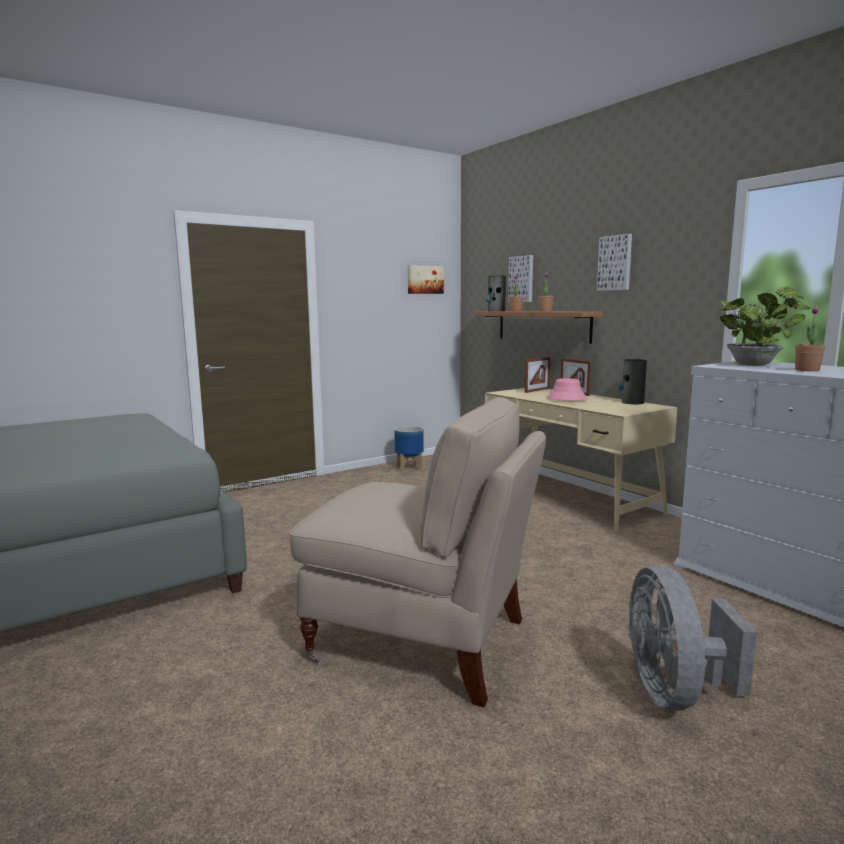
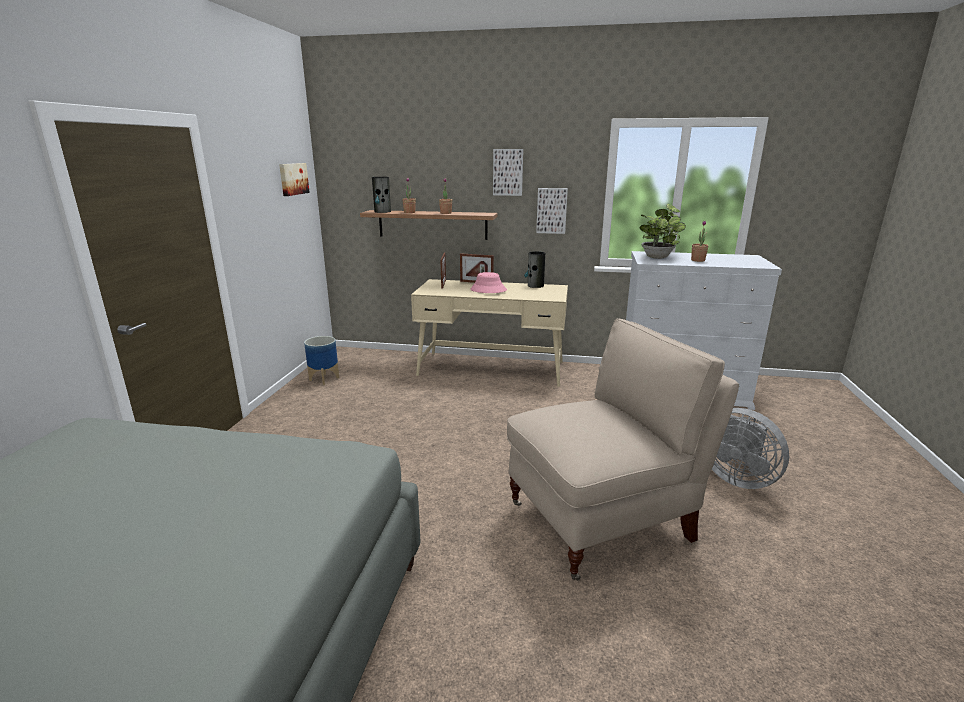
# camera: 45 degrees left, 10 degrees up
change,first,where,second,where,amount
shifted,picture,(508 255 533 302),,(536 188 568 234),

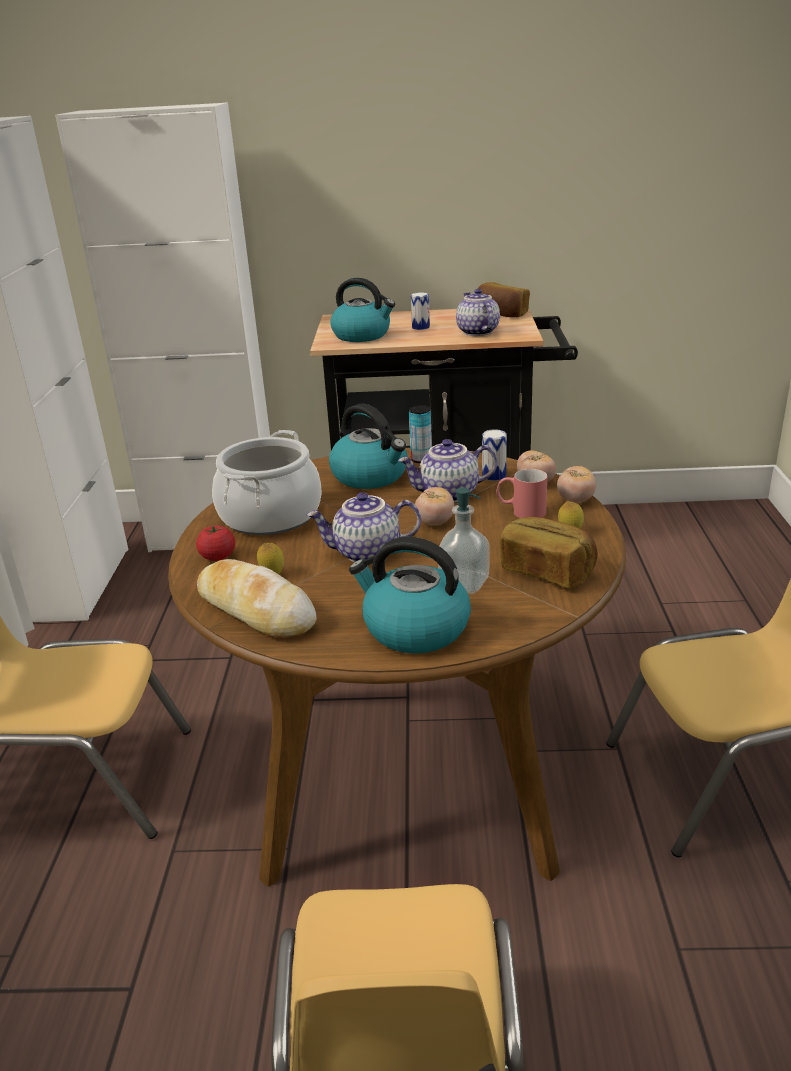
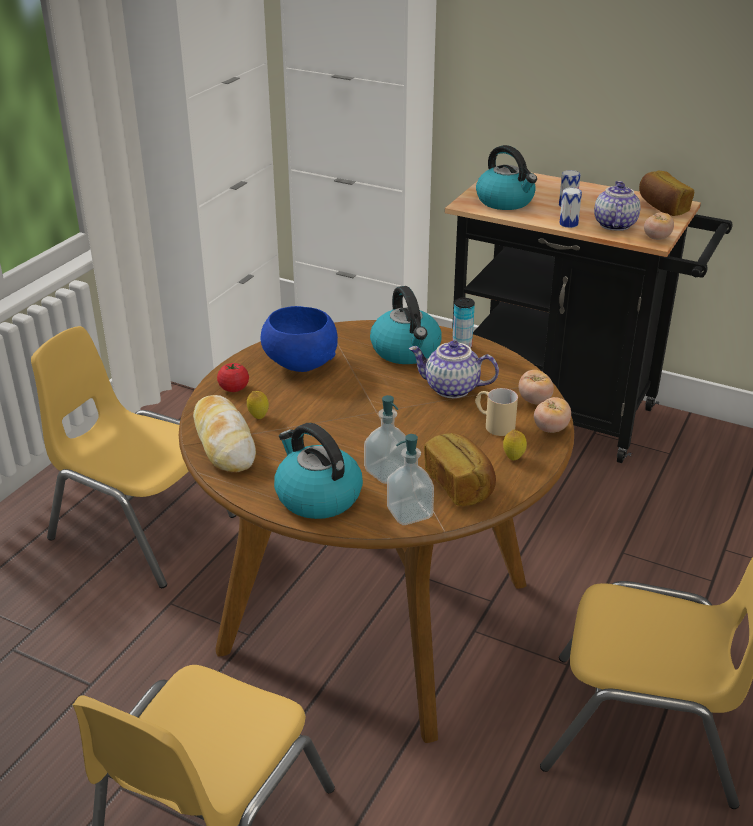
# camera: 25 degrees right, 5 degrees up
change,first,where,second,where,amount
gone,teapot,(307 492 421 562),,,
new,,,soap dispenser,(387 434 434 525),
shifted,tomato,(415 487 454 526),,(644 213 674 240),
shifted,can,(482 429 507 481),,(559 188 582 228),
swapped,cooking pot,(212 430 322 535),blue bowl,(261 306 338 372),
repainted,red mug,(496 469 547 518),beige mug,(475 388 518 436),

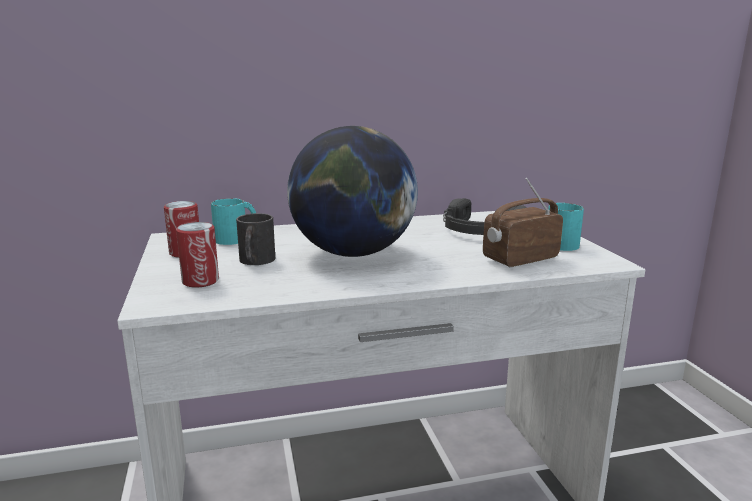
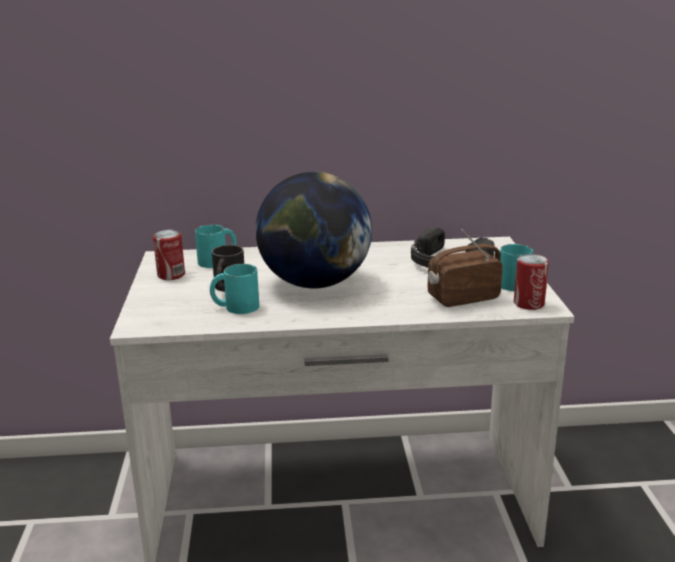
# camera: 10 degrees right, 5 degrees up
change,first,where,second,where,amount
new,,,turquoise mug,(210 264 259 314),
shifted,can,(176 222 219 288),,(514 254 549 310),

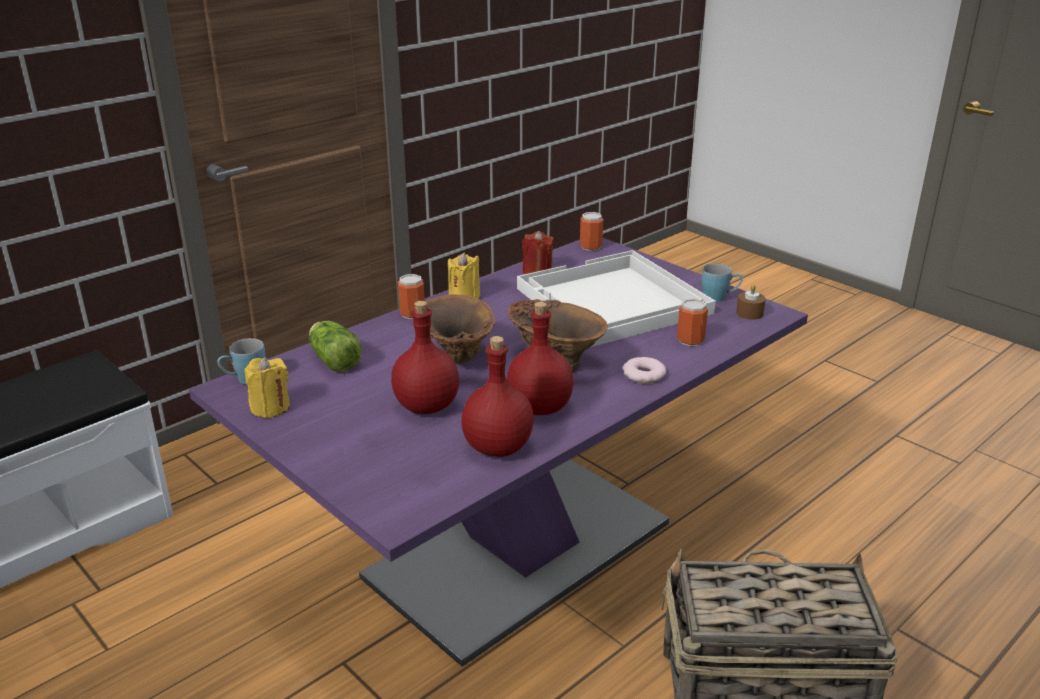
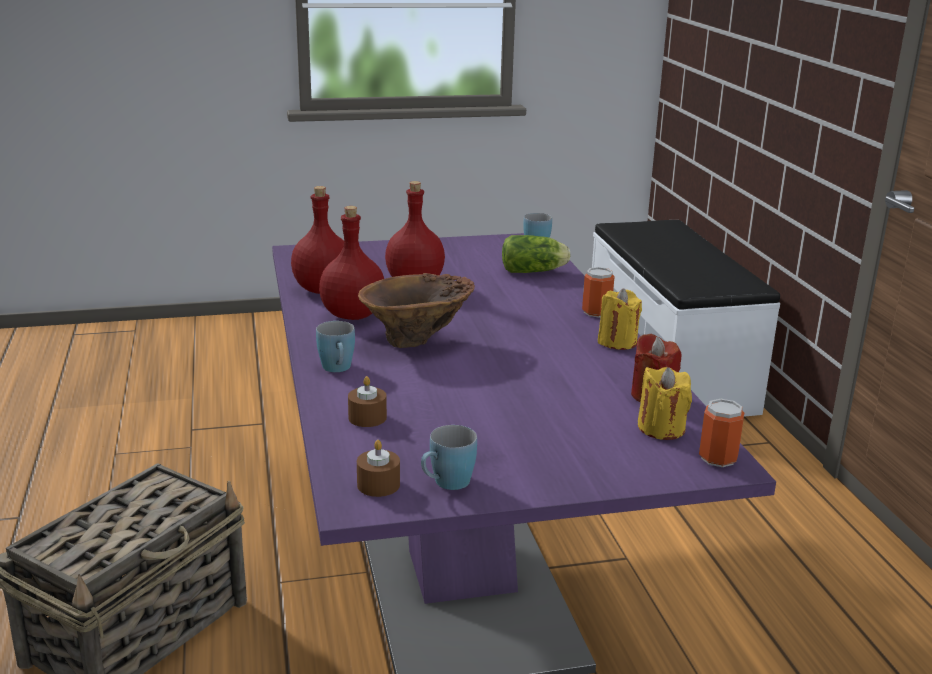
# camera: 120 degrees right, 5 degrees down
change,first,where,second,where,amount
gone,brown vase,(426 294 496 365),,,
gone,white tray,(517 250 716 347),,,
shifted,yellow candle,(245 357 290 418),,(638 367 692 440),
swapped,donut,(623 357 666 383),blue mug,(316 321 355 372),
swapped,can,(677 299 708 346),brown candle,(348 376 387 427),

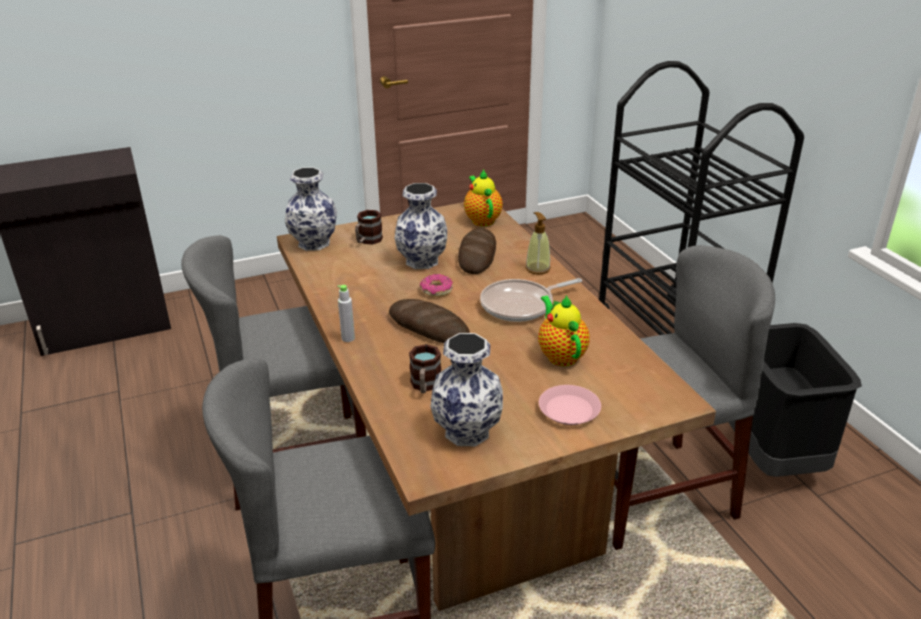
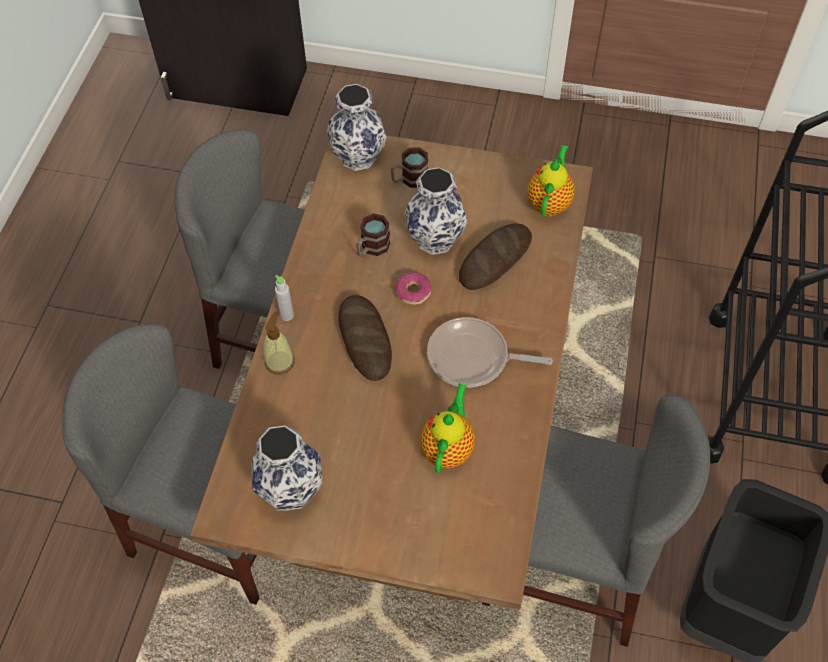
# camera: 35 degrees right, 25 degrees up
change,first,where,second,where,amount
gone,pink plate,(539 385 601 425),,,
shifted,mug,(409 344 441 393),,(356 213 390 257),
shifted,soap dispenser,(525 212 551 274),,(264 311 295 374),

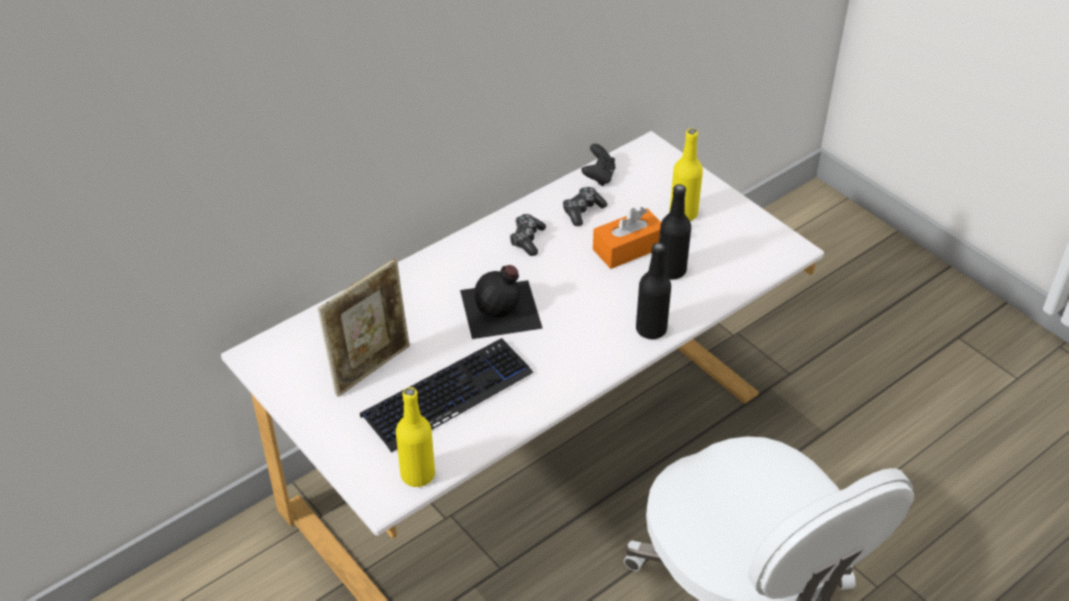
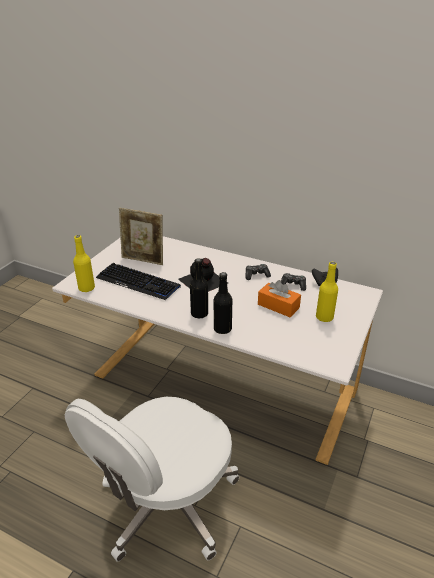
# camera: 65 degrees right, 10 degrees down
change,first,where,second,where,amount
shifted,black bottle,(659 184 691 280),,(190 258 208 318),

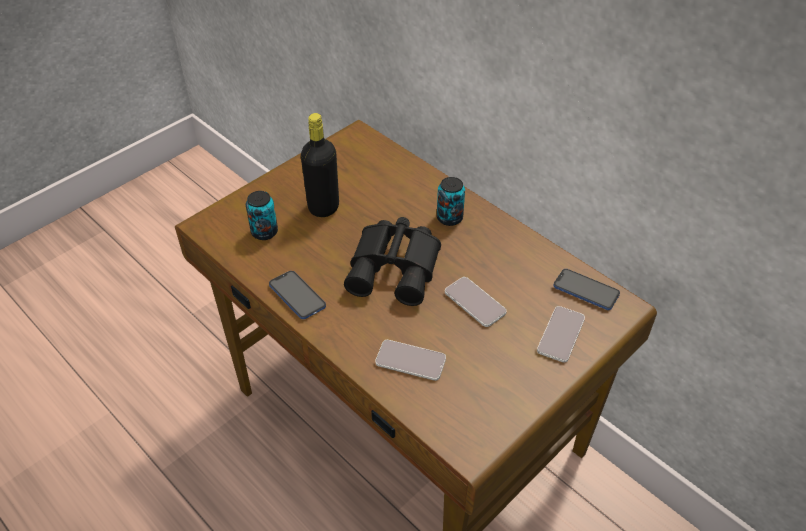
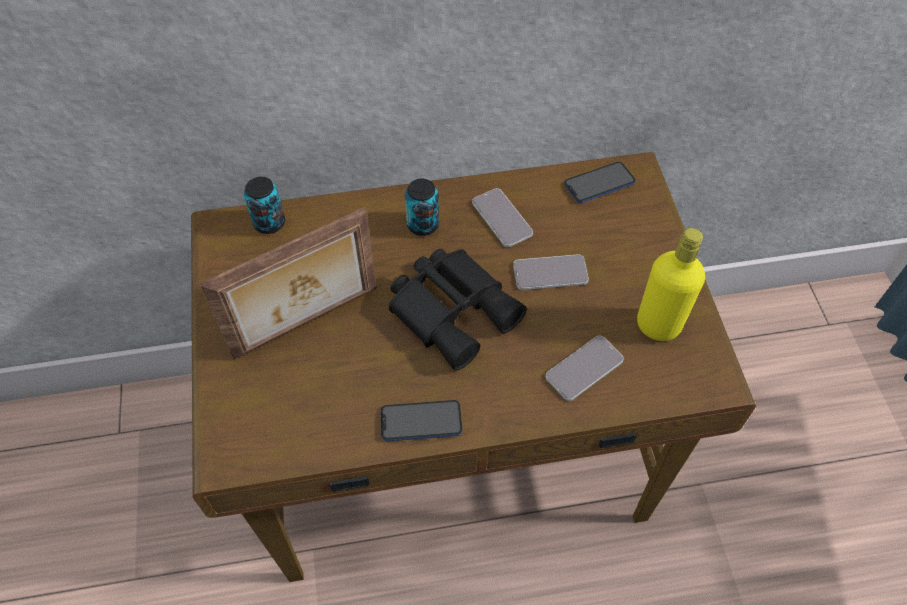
# camera: 55 degrees left, 10 degrees up
change,first,where,second,where,amount
new,,,yellow bottle,(637 228 705 341),
shifted,can,(246 191 278 240),,(244 177 285 234),
shifted,phone,(537 306 585 362),,(472 188 533 247),
swapped,black bottle,(301 113 339 217),picture frame,(200 207 377 359),

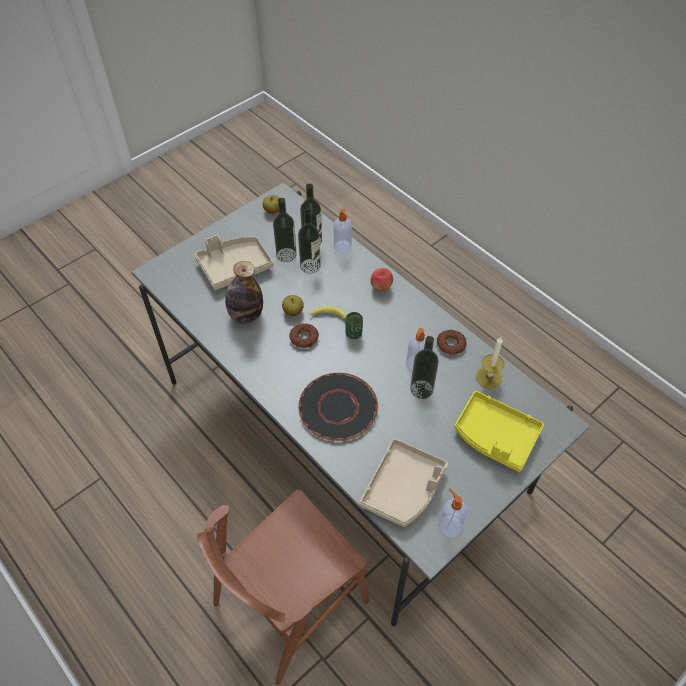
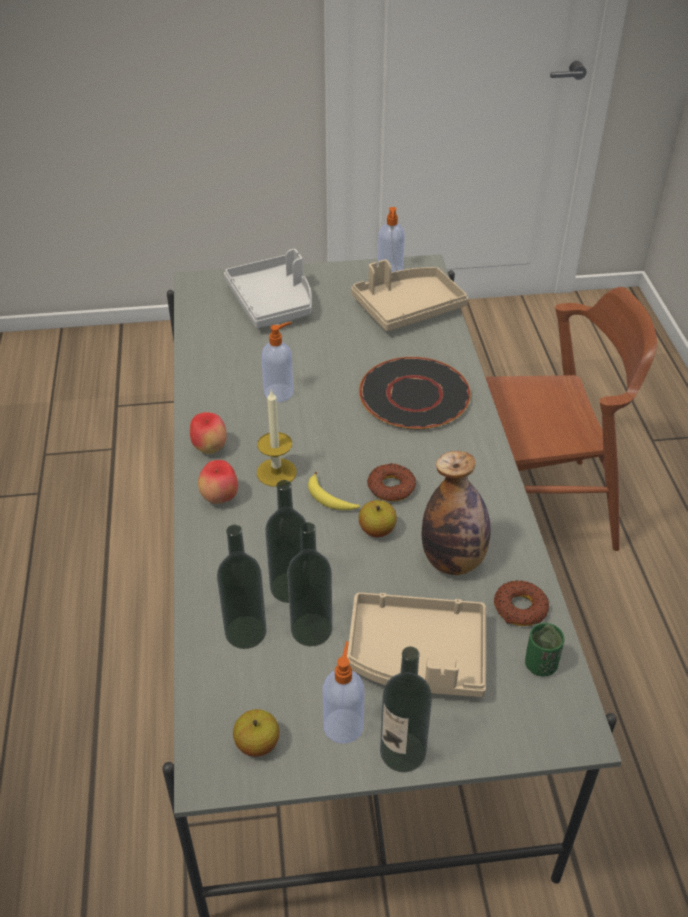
# camera: 145 degrees left, 10 degrees down
change,first,where,second,where,amount
new,,,apple,(190 412 227 454),
shifted,soap dispenser,(334 209 352 253),,(323 641 364 743),
shifted,green cup,(345 312 363 339),,(525 623 565 677),
shifted,bottle,(410 336 439 399),,(380 647 432 772),
shifted,donut,(436 329 467 355),,(494 580 549 626),
shifted,candle,(476 337 504 389),,(257 389 297 487),
repainted,yellow tray,(454 391 544 472),grey tray,(224 249 312 328),

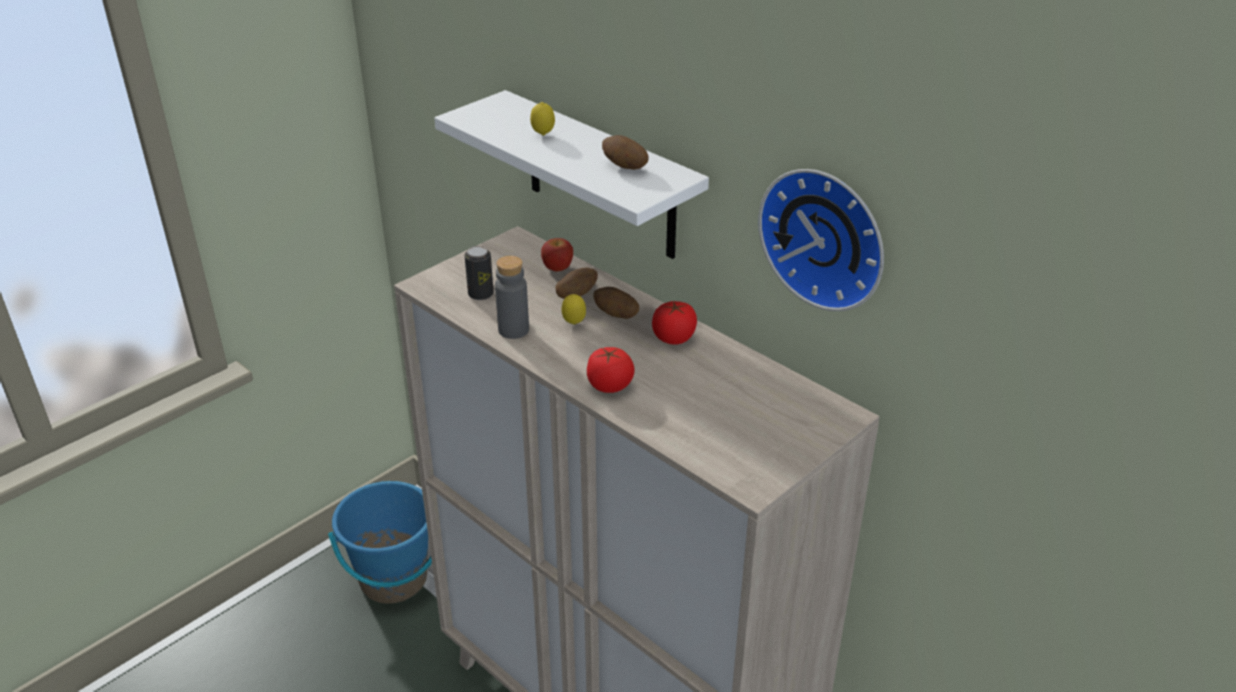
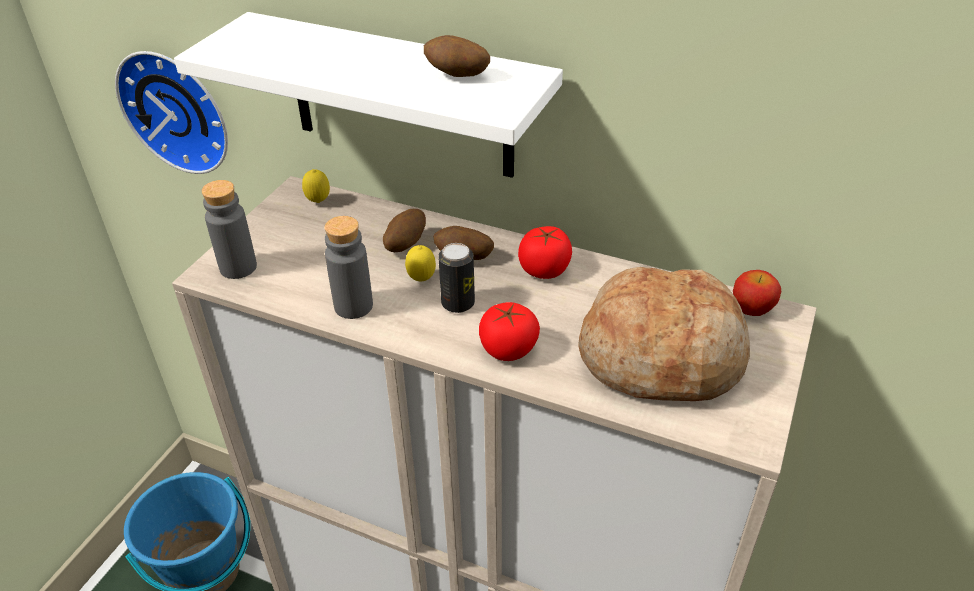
# camera: 20 degrees left, 5 degrees up
change,first,where,second,where,amount
new,,,grey bottle,(201 180 257 279),
new,,,bread,(578 267 750 401),
shifted,can,(465 246 494 300),,(438 243 475 313),
shifted,lemon,(530 102 555 136),,(302 169 330 203),
shifted,apple,(541 238 573 272),,(733 270 781 316),
shifted,wall clock,(758 169 884 311),,(115 51 228 174),

